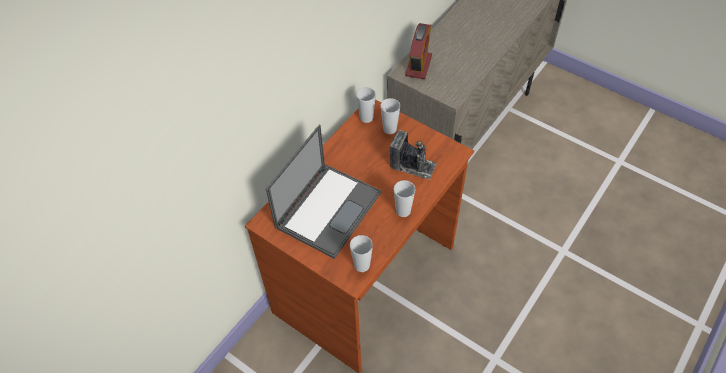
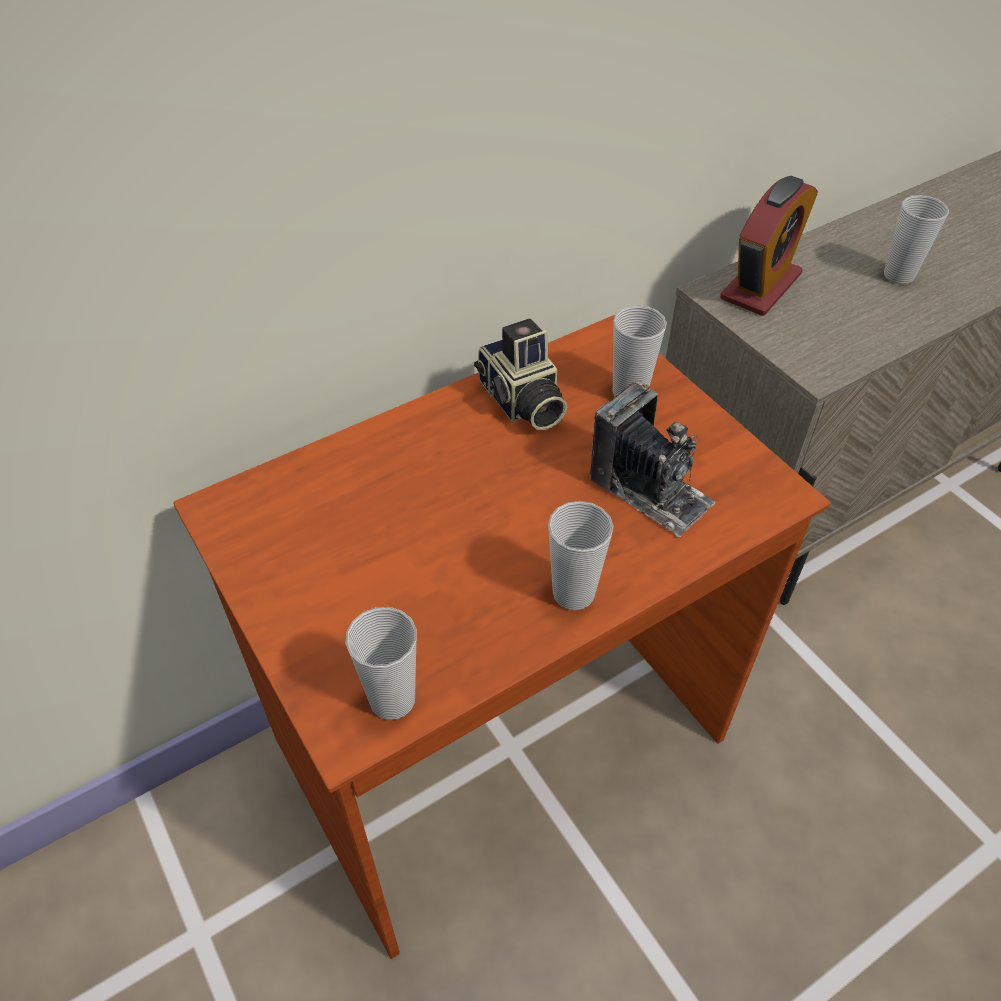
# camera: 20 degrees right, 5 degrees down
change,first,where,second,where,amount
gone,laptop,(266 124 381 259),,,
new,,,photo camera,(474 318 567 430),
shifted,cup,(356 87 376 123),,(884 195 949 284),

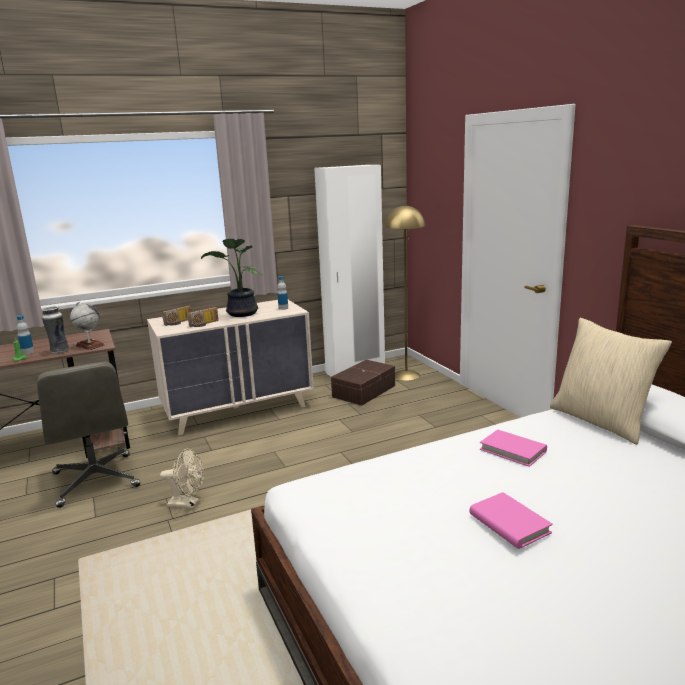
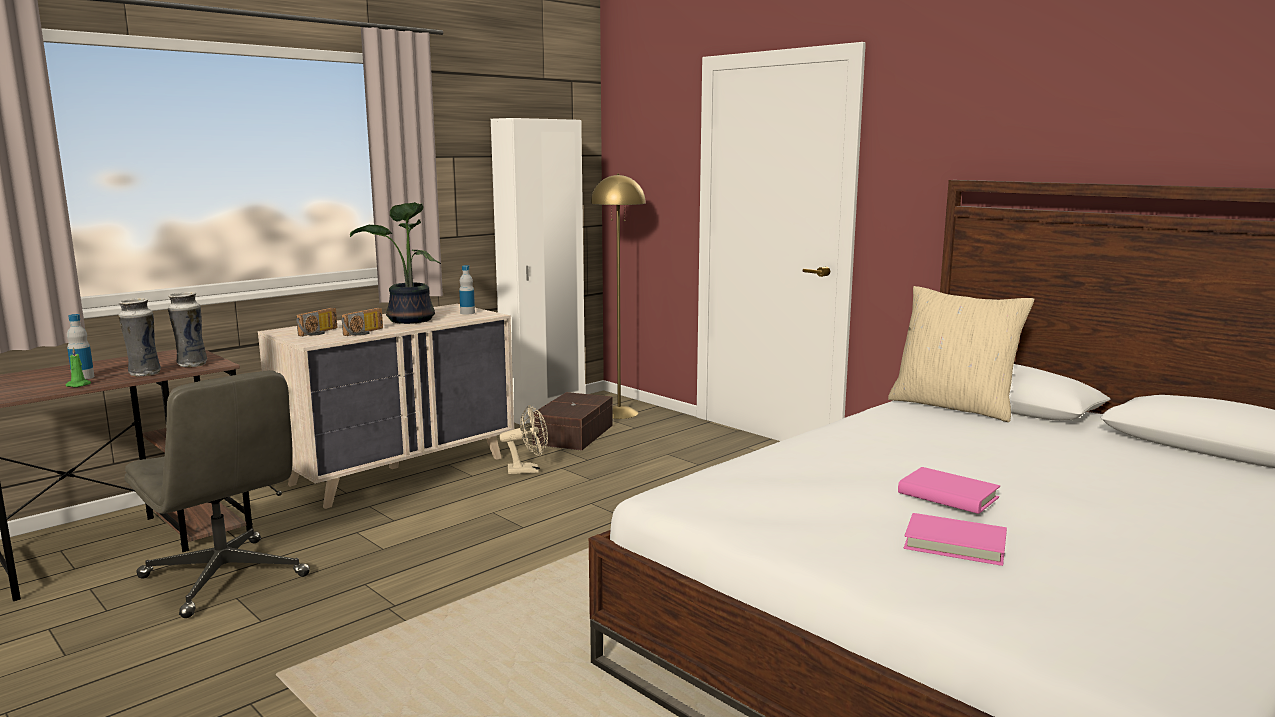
# camera: 20 degrees left, 5 degrees down
change,first,where,second,where,amount
shifted,beige fan,(160 449 204 509),,(499 405 548 474),
shifted,pink book,(480 430 547 467),,(904 513 1007 566),
swapped,globe,(70 302 105 350),vase,(168 292 207 367),

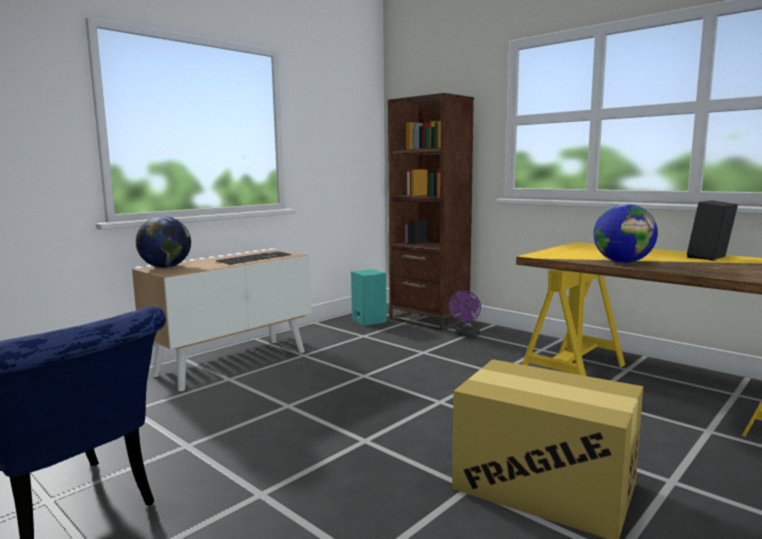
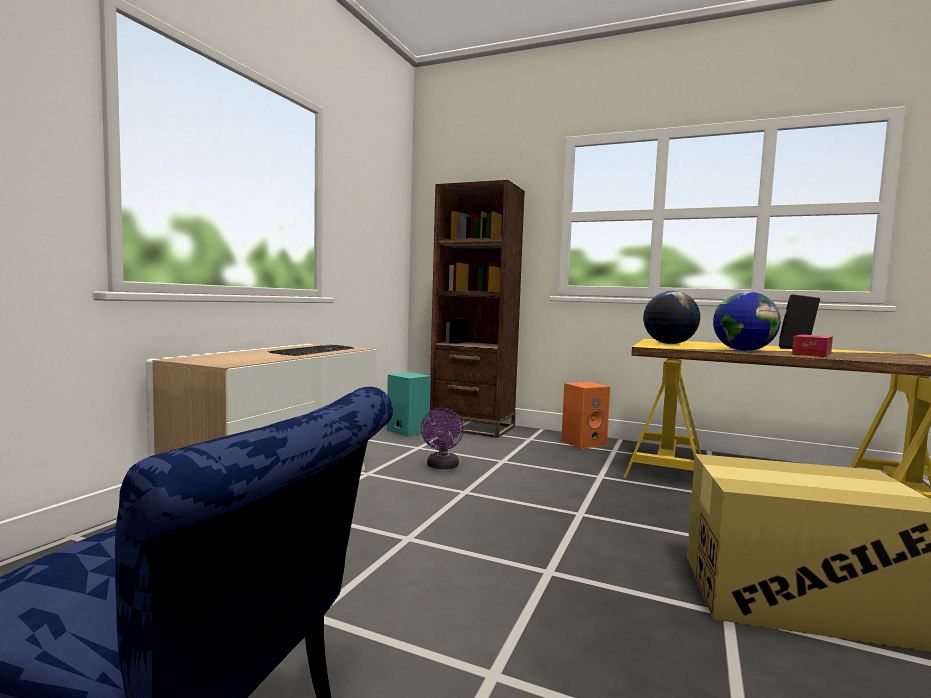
# camera: 20 degrees left, 5 degrees down
change,first,where,second,where,amount
new,,,orange speaker,(561 382 610 449),
new,,,tissue box,(792 334 833 357),
shifted,globe,(136 216 191 268),,(643 291 700 344),
shifted,purple fan,(449 290 481 337),,(421 408 464 469),

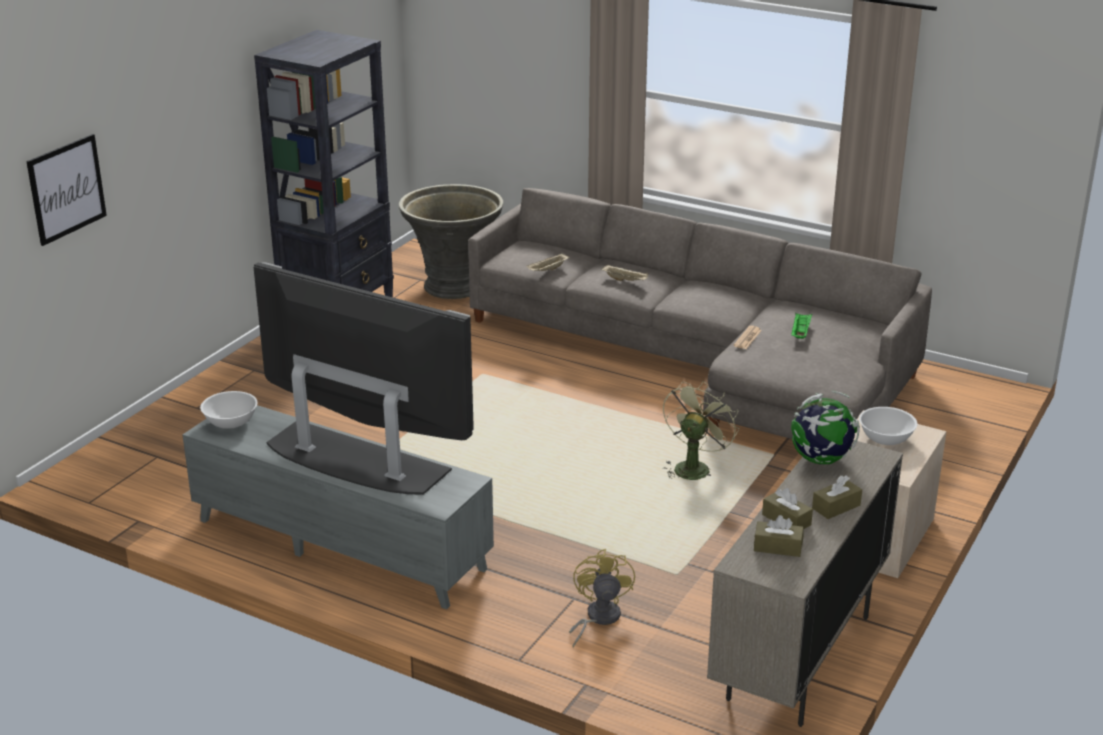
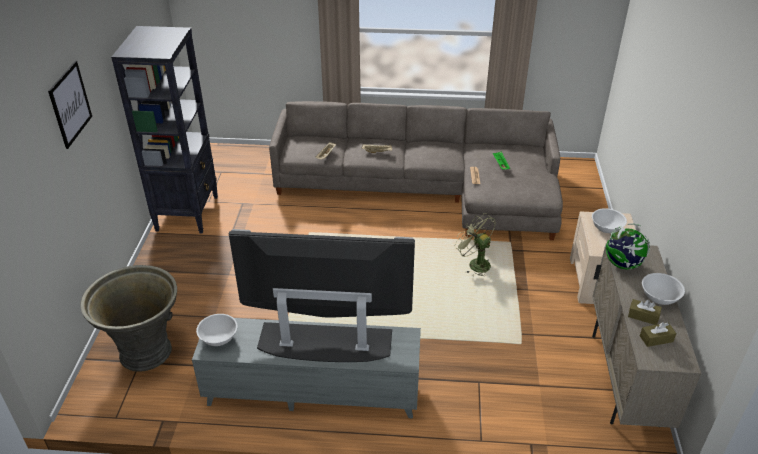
# camera: 25 degrees left, 10 degrees up
change,first,where,second,where,amount
gone,yellow fan,(569 549 635 648),,,
shifted,picture,(26 134 107 246),,(48 61 92 149),
shifted,grey planter,(399 184 503 299),,(80 265 177 372),
swapped,brown tissue box,(812 475 862 519),white bowl,(642 273 685 305),
rotated,green fan,(663 381 739 480),,(455 214 496 276),45 degrees counterclockwise

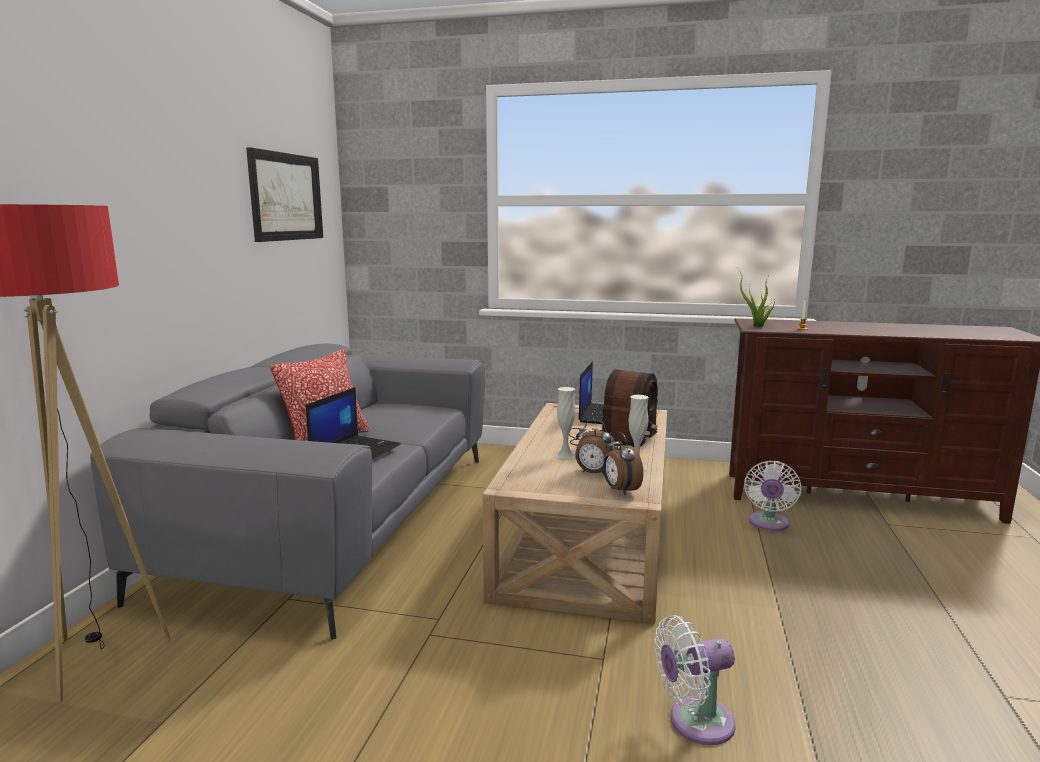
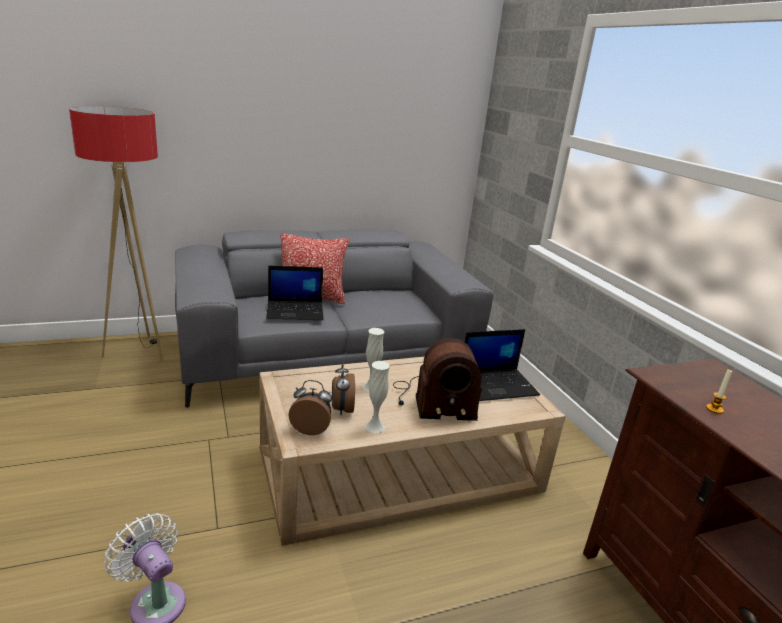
# camera: 55 degrees right, 10 degrees up
change,first,where,second,where,amount
gone,picture,(246 147 323 242),,,
gone,potted plant,(738 269 776 327),,,
gone,white fan,(744 461 801 531),,,
rotated,alarm clock,(603 432 643 495),,(289 380 332 435),60 degrees clockwise

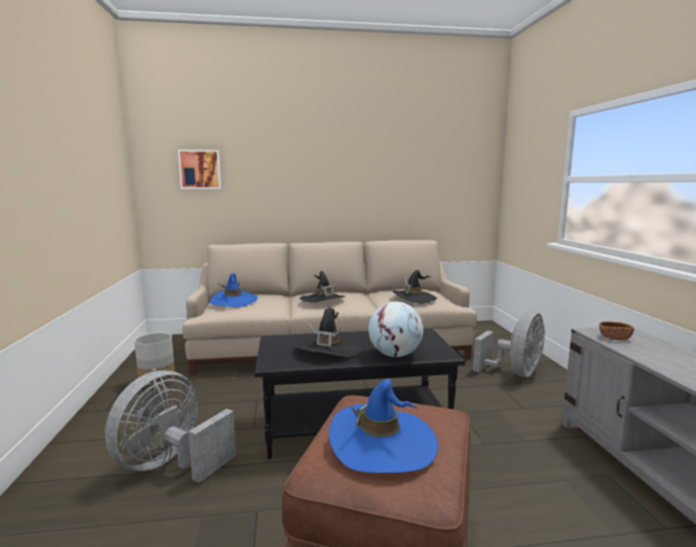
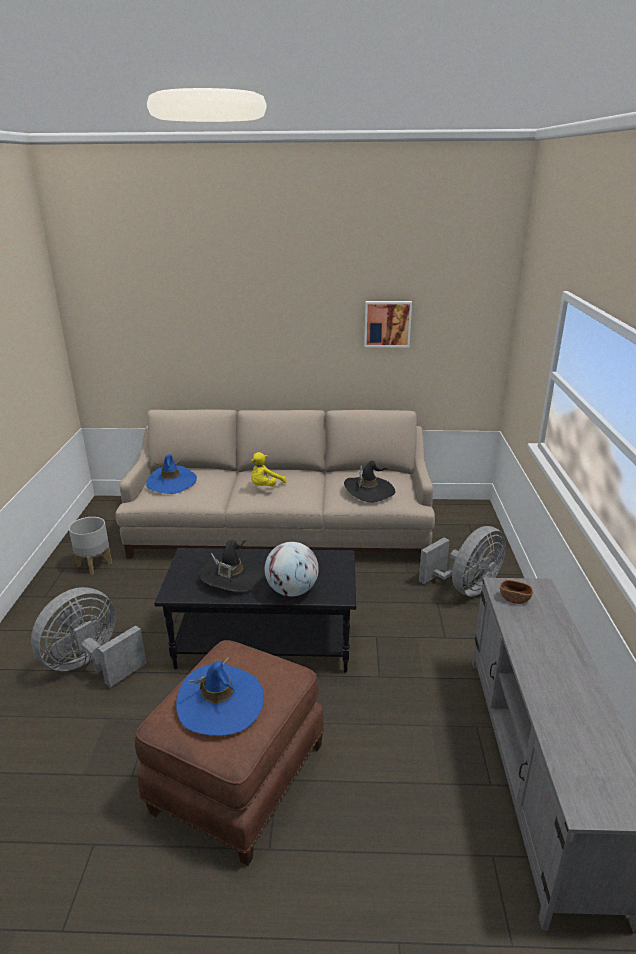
# camera: 10 degrees right, 15 degrees up
change,first,where,second,where,amount
shifted,picture,(178 150 221 189),,(364 301 412 347),
swapped,black hat,(300 271 345 303),yellow plush toy,(251 452 286 487),

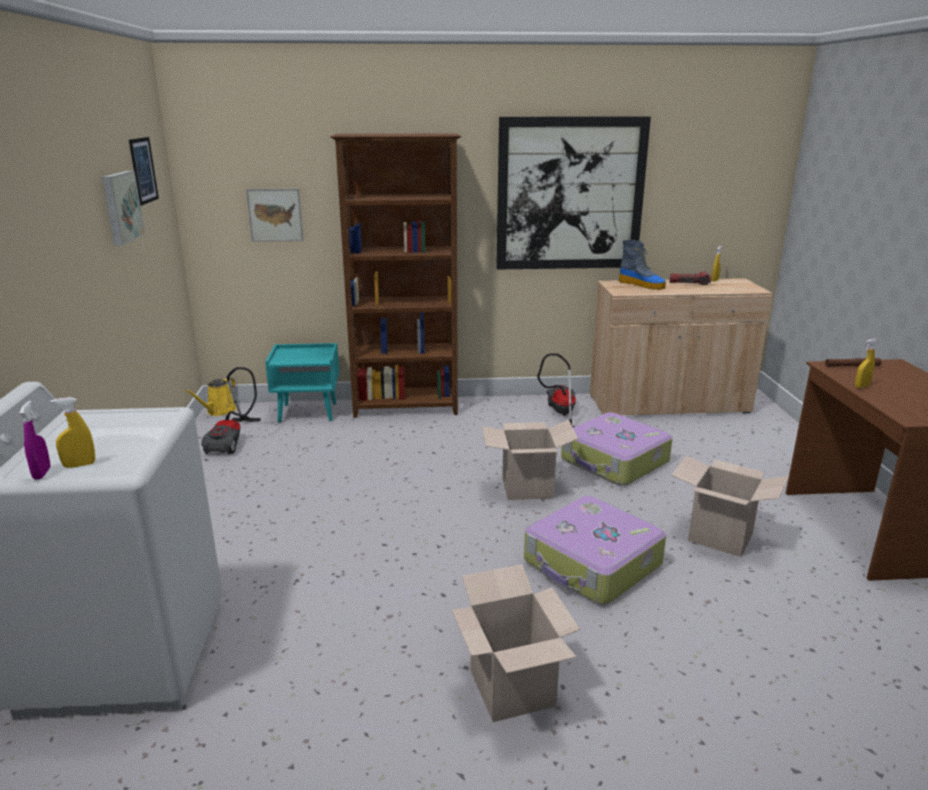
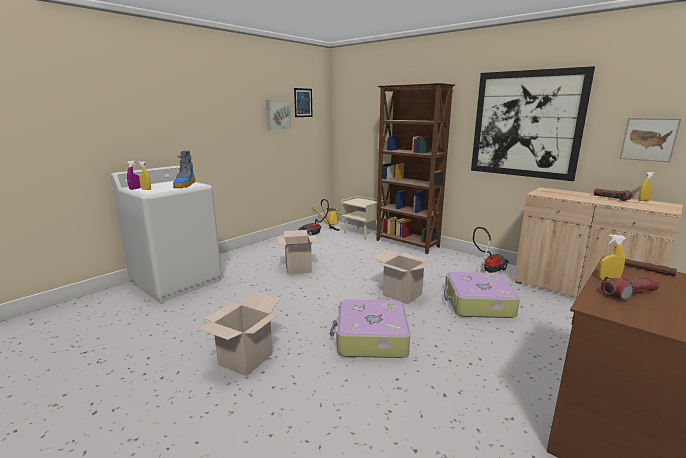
# camera: 45 degrees right, 5 degrees down
change,first,where,second,where,amount
new,,,flashlight,(601 277 660 300),
shifted,picture,(246 188 303 242),,(620 118 681 162),
shifted,boot,(619 240 666 290),,(173 151 195 188),
shifted,cardboard box,(671 455 789 557),,(277 230 319 275),
repainted,turquoise nightstand,(265 343 339 423),beige nightstand,(341 196 384 239),

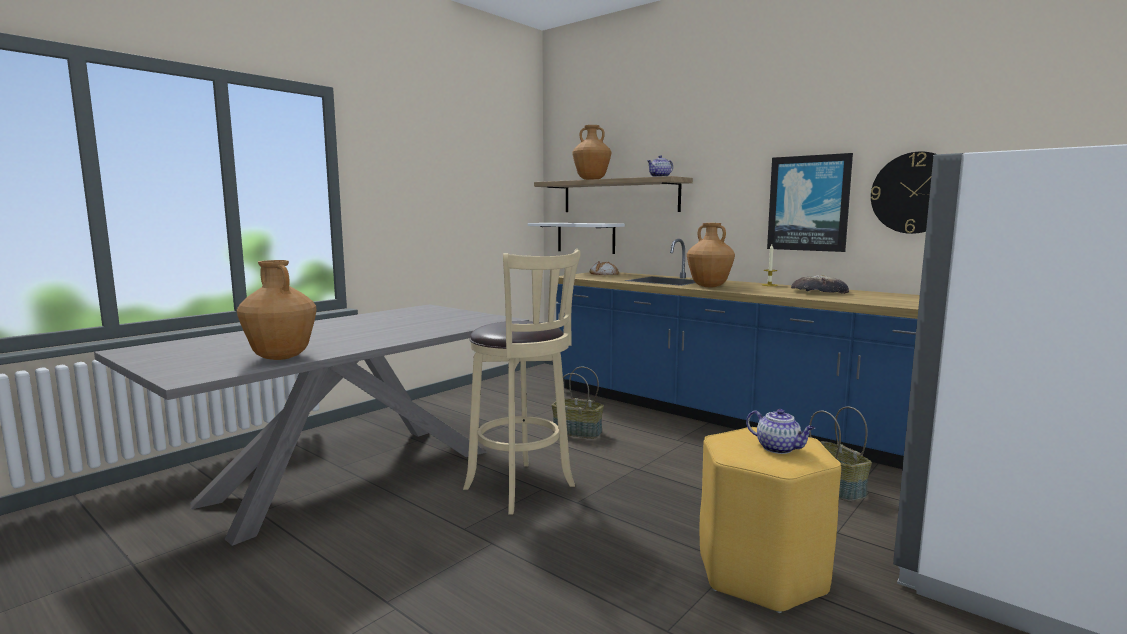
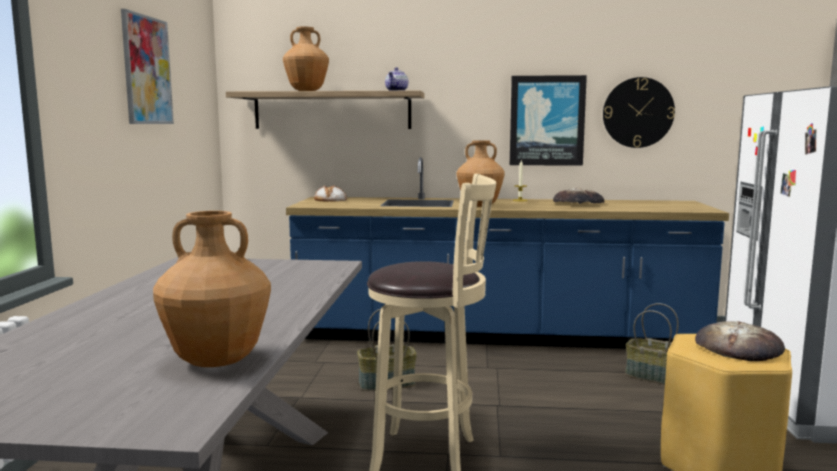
# camera: 35 degrees left, 0 degrees up
change,first,where,second,where,amount
gone,white shelf,(528 223 625 254),,,
new,,,picture,(121 9 174 124),
swapped,teapot,(746 409 815 454),bread,(695 321 785 361),

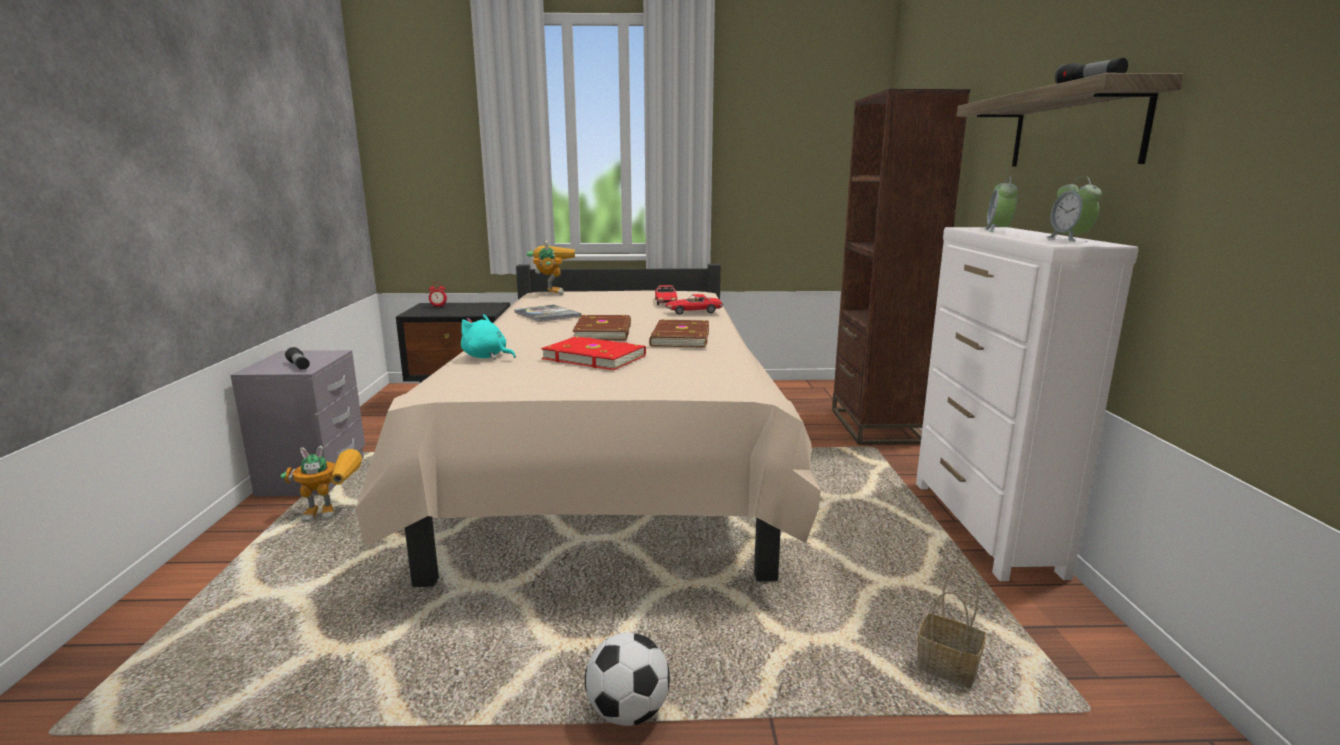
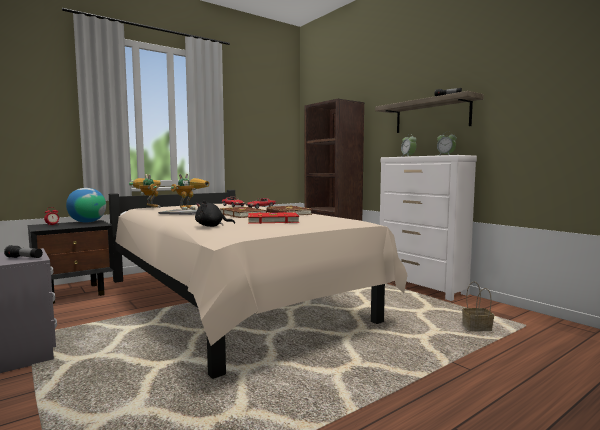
# camera: 35 degrees left, 10 degrees down
change,first,where,second,where,amount
gone,football,(585 632 670 726),,,
new,,,globe,(66 188 106 223),
shifted,toy robot,(280 446 362 522),,(171 174 210 210),
repainted,turquoise plush toy,(461 314 516 359),black plush toy,(195 201 235 227),

